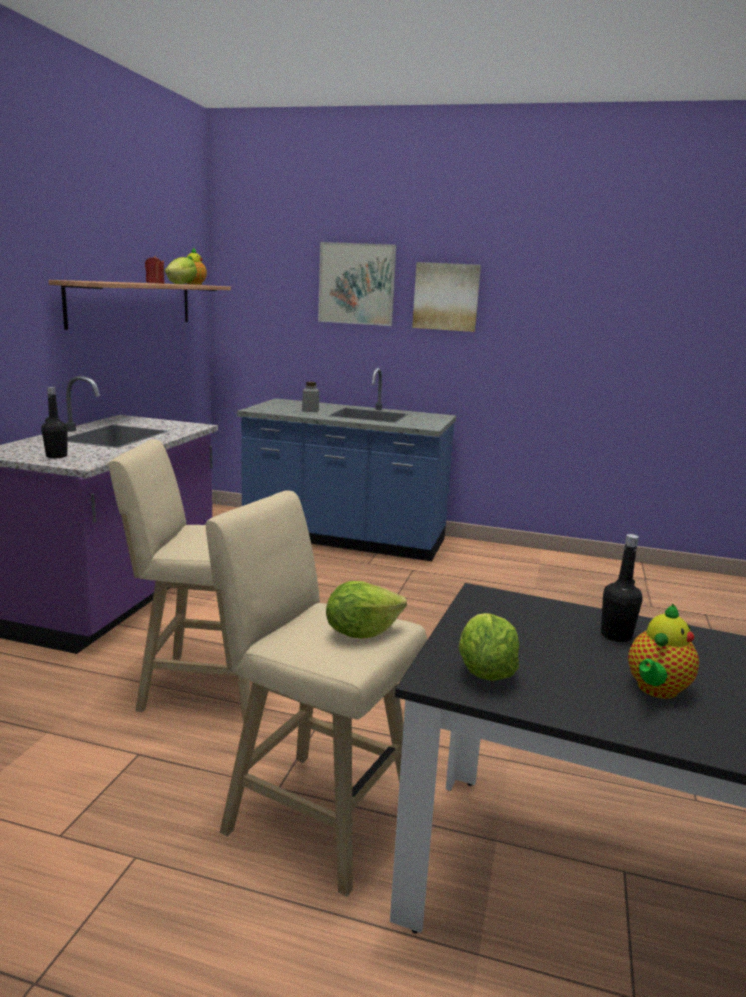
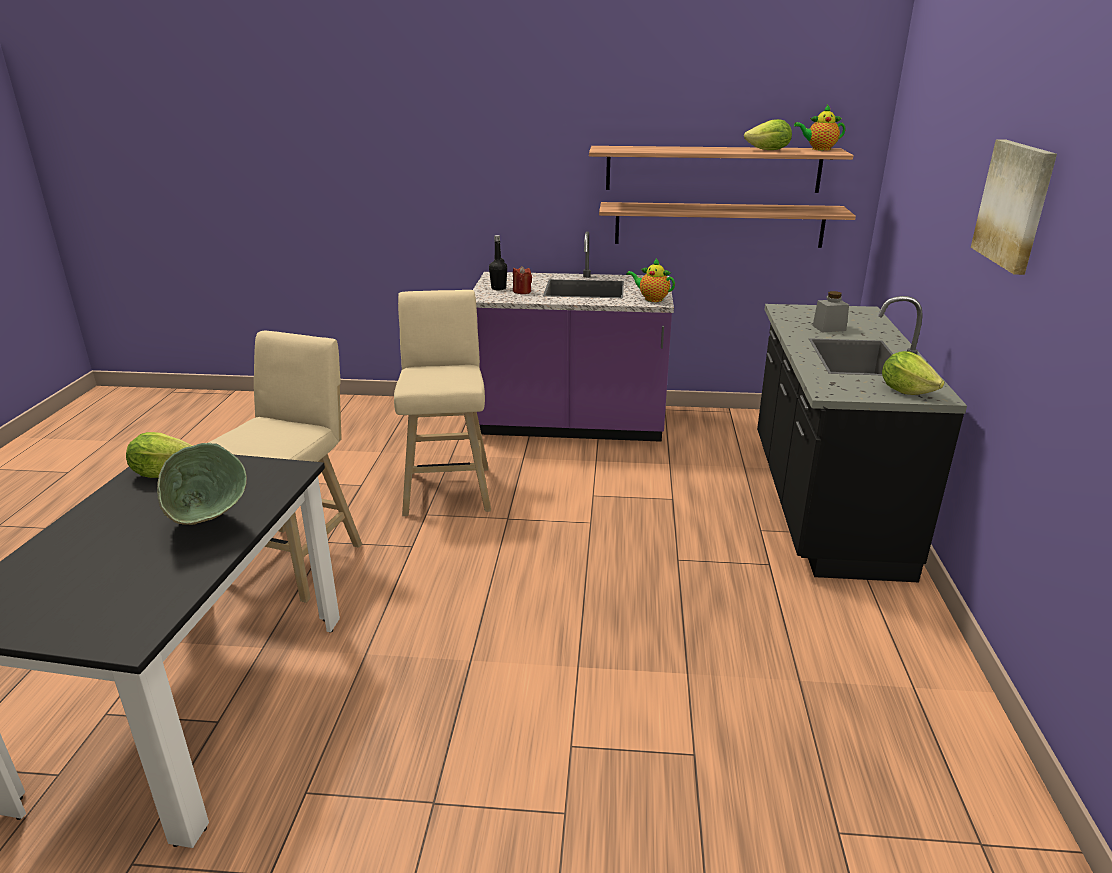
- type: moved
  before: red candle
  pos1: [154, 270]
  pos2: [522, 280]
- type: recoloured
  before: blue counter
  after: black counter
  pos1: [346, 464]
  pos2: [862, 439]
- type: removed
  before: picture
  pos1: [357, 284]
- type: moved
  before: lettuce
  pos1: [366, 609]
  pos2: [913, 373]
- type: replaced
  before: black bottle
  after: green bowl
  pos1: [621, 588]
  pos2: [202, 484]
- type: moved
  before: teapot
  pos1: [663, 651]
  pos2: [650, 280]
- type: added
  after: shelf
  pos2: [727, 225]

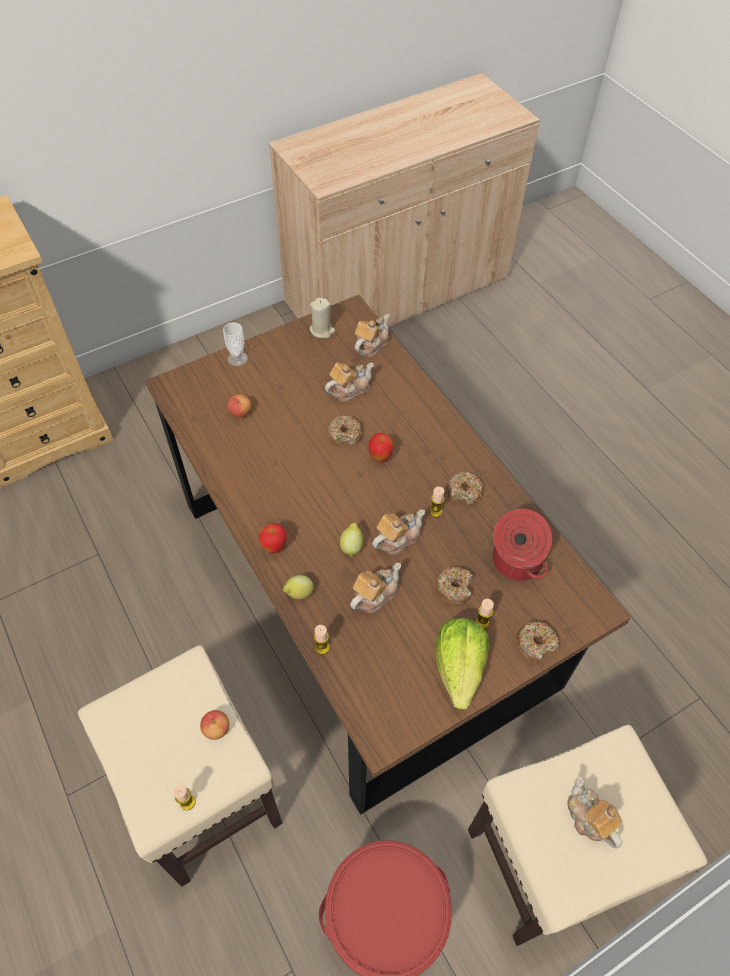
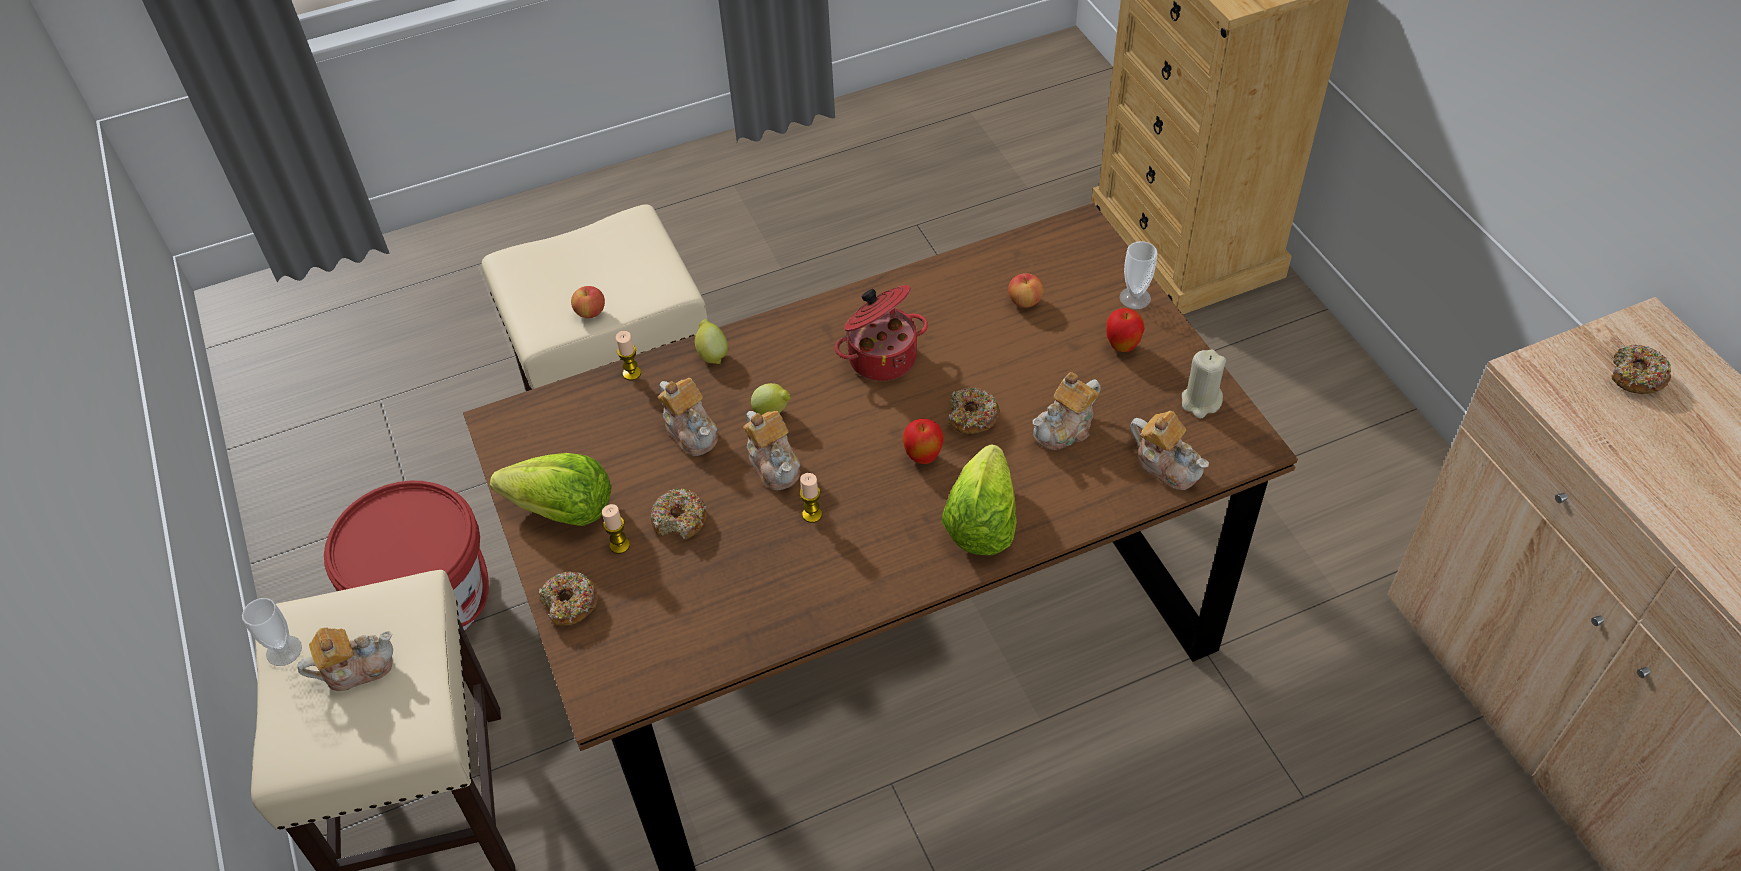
- type: removed
  before: candle
  pos1: [184, 797]
- type: moved
  before: apple
  pos1: [273, 538]
  pos2: [1125, 330]
- type: turned
  before: teapot
  pos1: [349, 382]
  pos2: [1066, 411]
  turn: 75
- type: moved
  before: donut
  pos1: [465, 488]
  pos2: [1641, 369]
- type: moved
  before: cooking pot
  pos1: [522, 545]
  pos2: [881, 333]
- type: added
  after: cup
  pos2: [272, 632]
- type: added
  after: lettuce
  pos2: [979, 499]

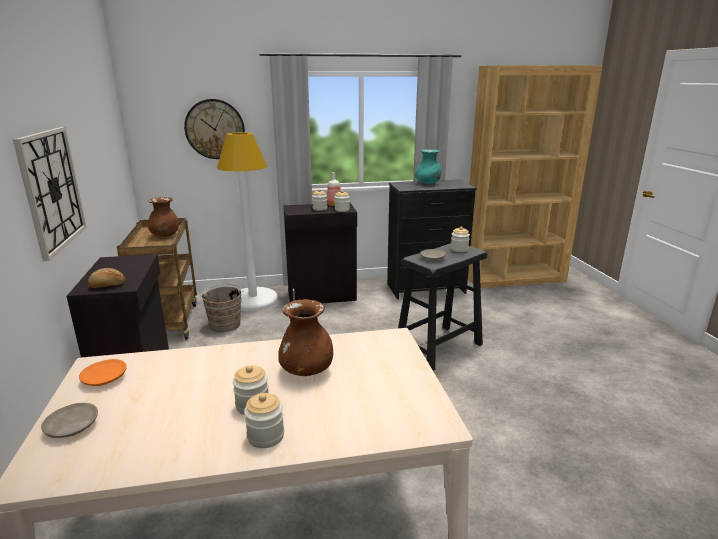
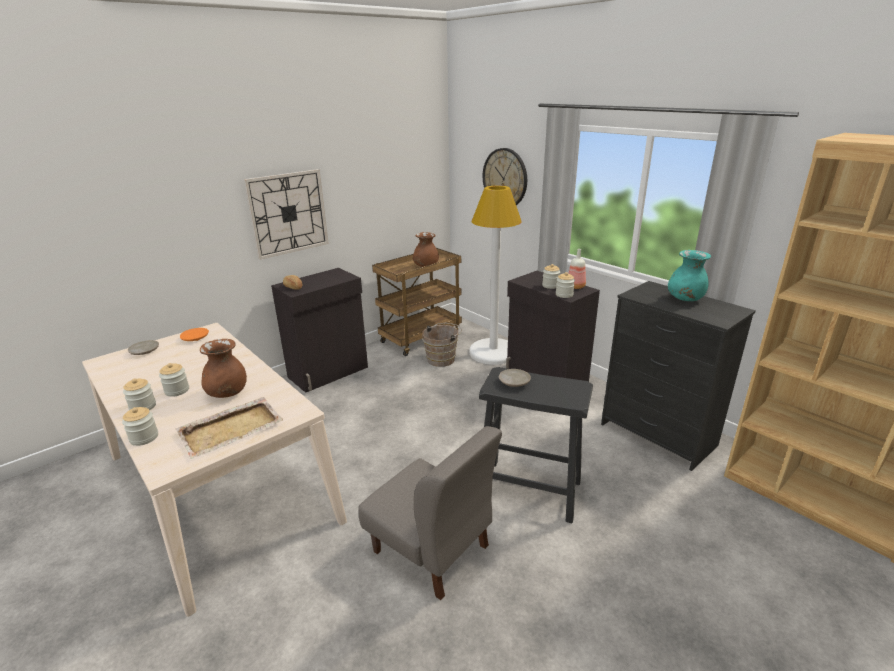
- type: moved
  before: jar
  pos1: [460, 239]
  pos2: [140, 426]
- type: added
  after: beige tray
  pos2: [229, 428]
- type: added
  after: grey chair
  pos2: [430, 513]

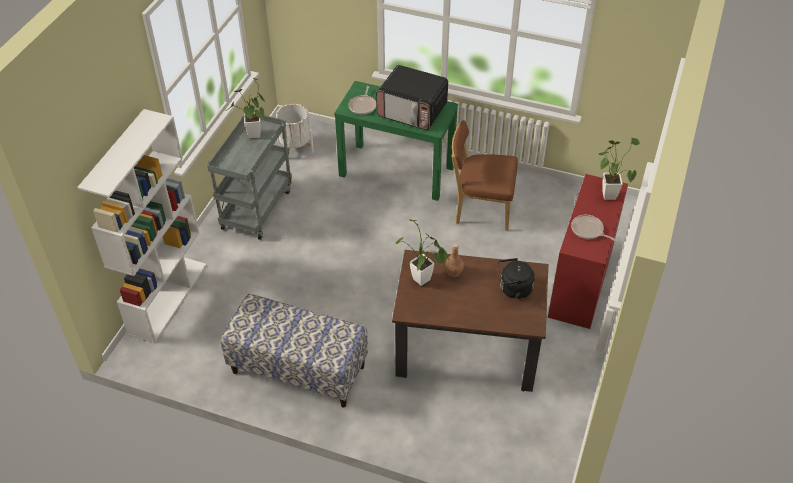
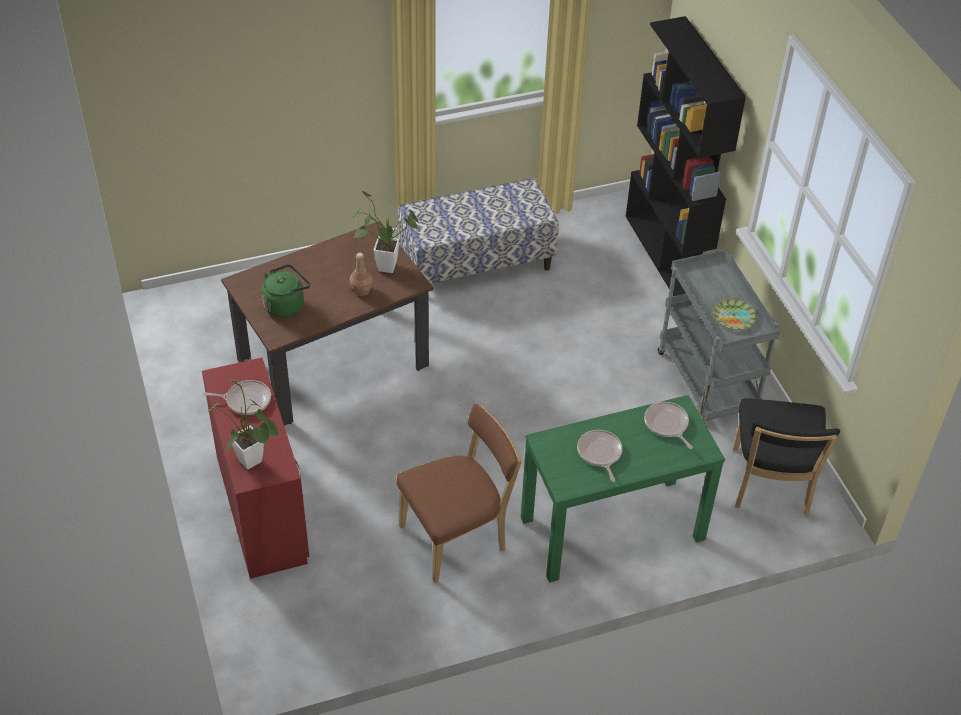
- type: recoloured
  before: white bookcase
  after: black bookcase
  pos1: [142, 226]
  pos2: [686, 156]
- type: replaced
  before: potted plant
  after: plate
  pos1: [245, 108]
  pos2: [735, 314]
- type: replaced
  before: white planter
  after: black chair
  pos1: [295, 128]
  pos2: [786, 456]
- type: replaced
  before: microwave
  after: frying pan
  pos1: [412, 97]
  pos2: [600, 456]
- type: recoloured
  before: black kettle
  after: green kettle
  pos1: [516, 278]
  pos2: [286, 291]

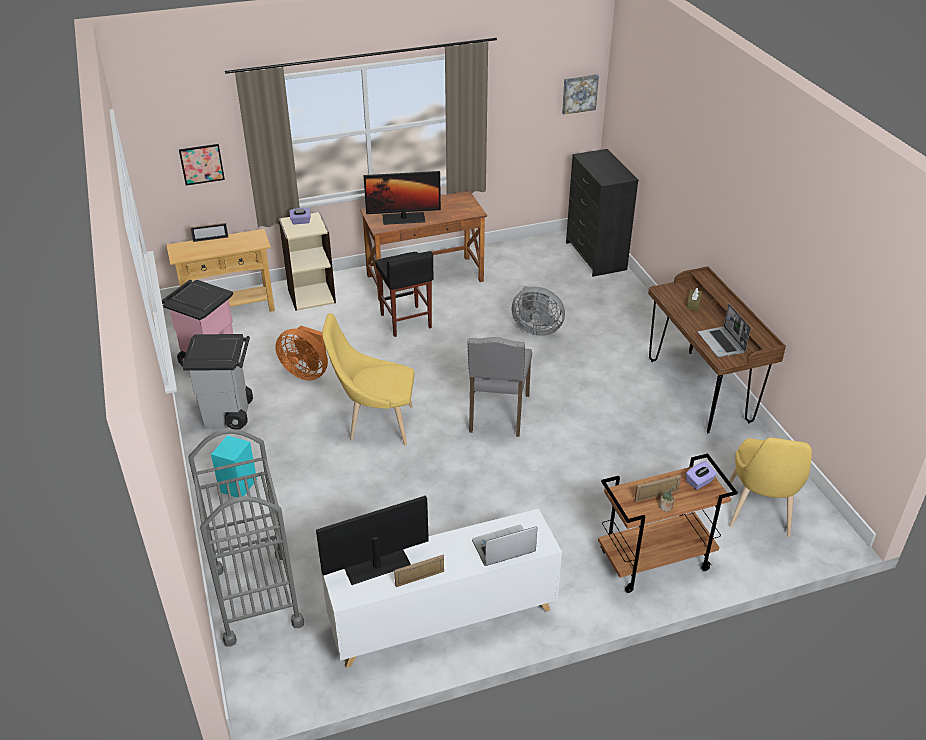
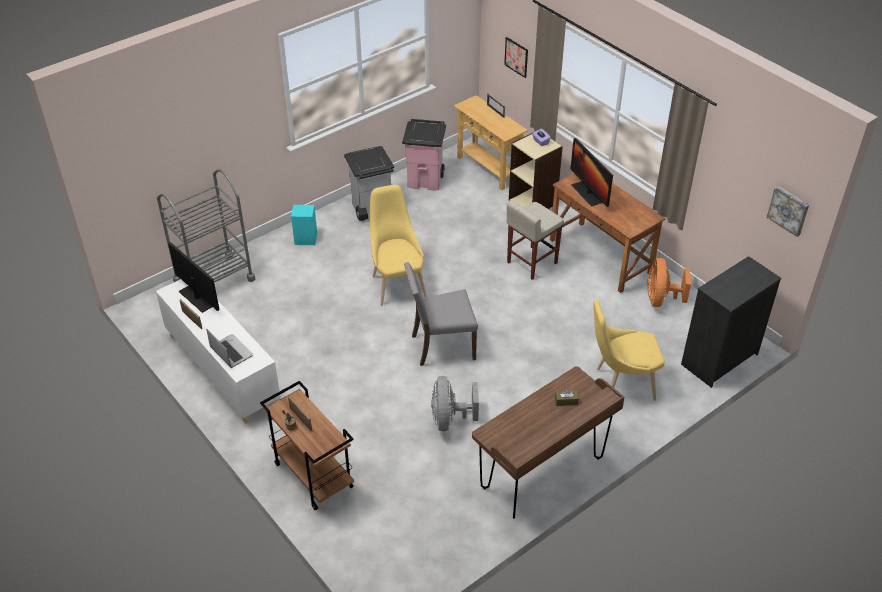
- type: moved
  before: orange fan
  pos1: [301, 353]
  pos2: [669, 282]
- type: recoloured
  before: black stool
  after: beige stool
  pos1: [404, 294]
  pos2: [535, 240]
- type: moved
  before: grey fan
  pos1: [538, 311]
  pos2: [455, 403]
- type: removed
  before: purple tissue box
  pos1: [701, 475]
- type: removed
  before: laptop
  pos1: [724, 330]
- type: moved
  before: yellow chair
  pos1: [770, 487]
  pos2: [629, 350]

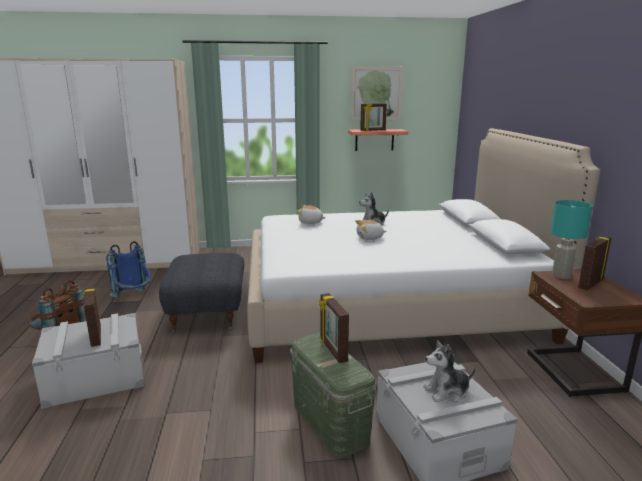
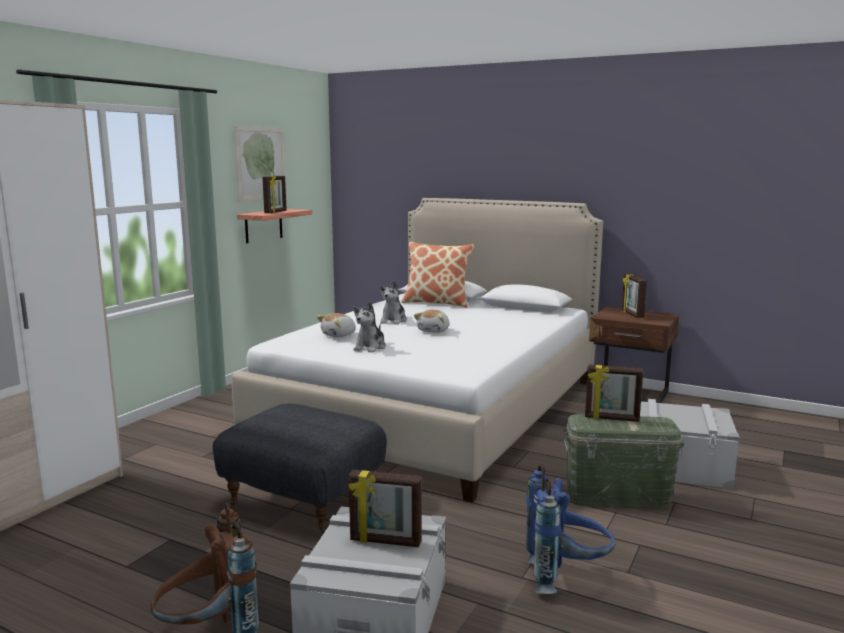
- type: moved
  before: blue backpack
  pos1: [128, 269]
  pos2: [571, 529]
- type: moved
  before: plush toy
  pos1: [450, 371]
  pos2: [369, 327]
- type: removed
  before: turquoise table lamp
  pos1: [572, 239]
- type: added
  after: pillow
  pos2: [438, 275]

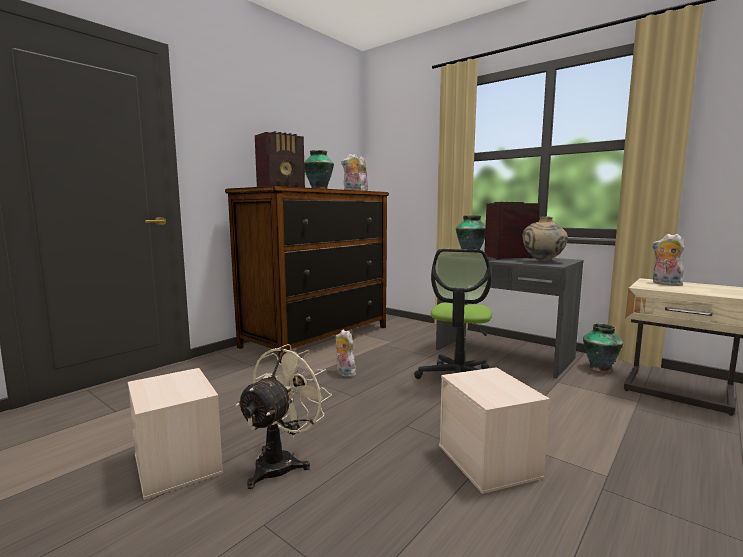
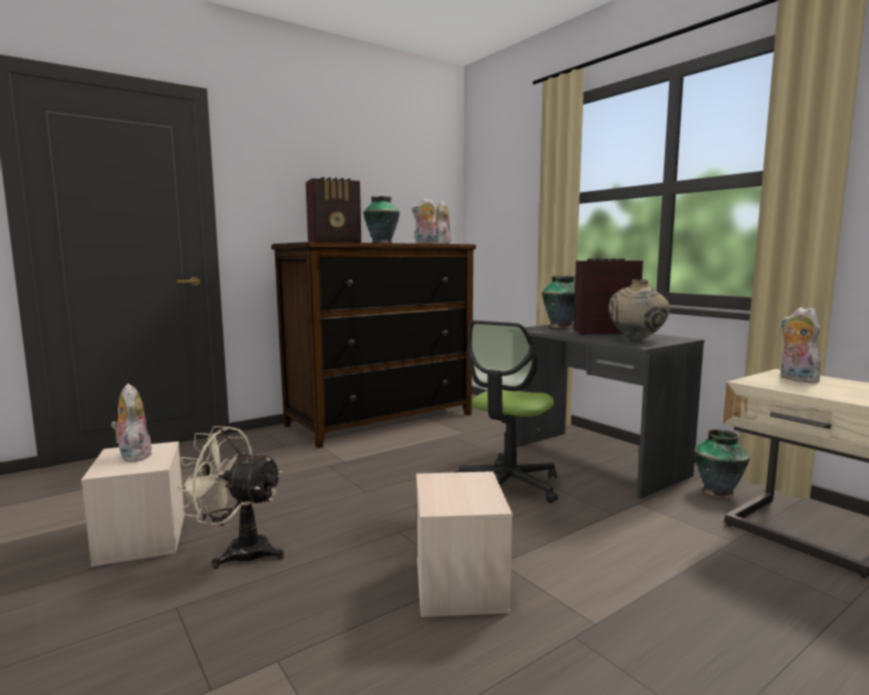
- type: turned
  before: beige fan
  pos1: [284, 416]
  pos2: [228, 497]
  turn: -120
- type: moved
  before: plush toy
  pos1: [347, 353]
  pos2: [132, 422]

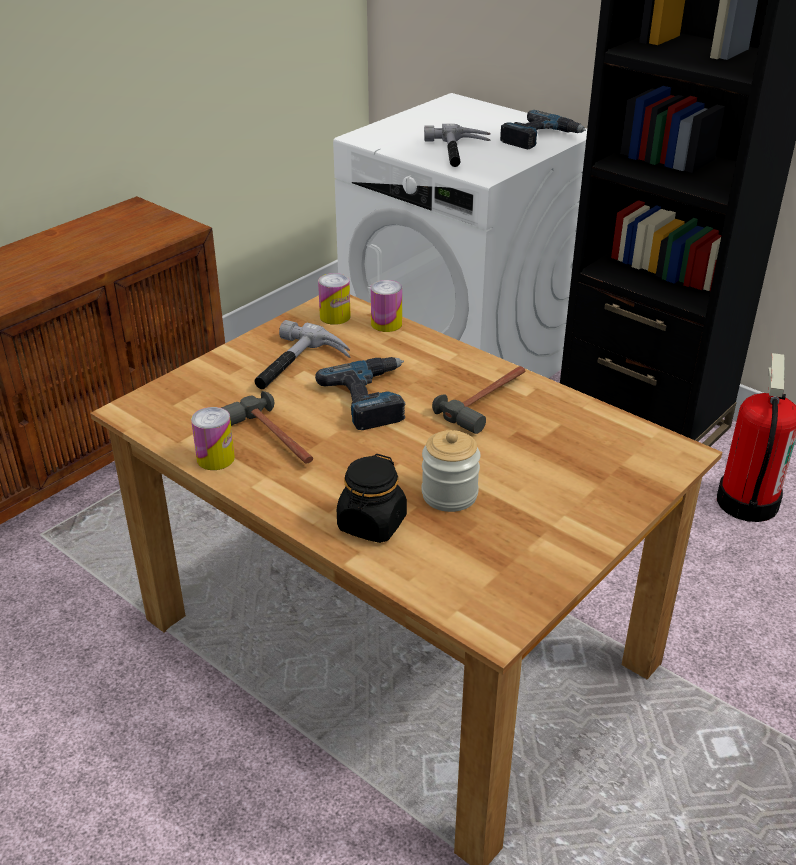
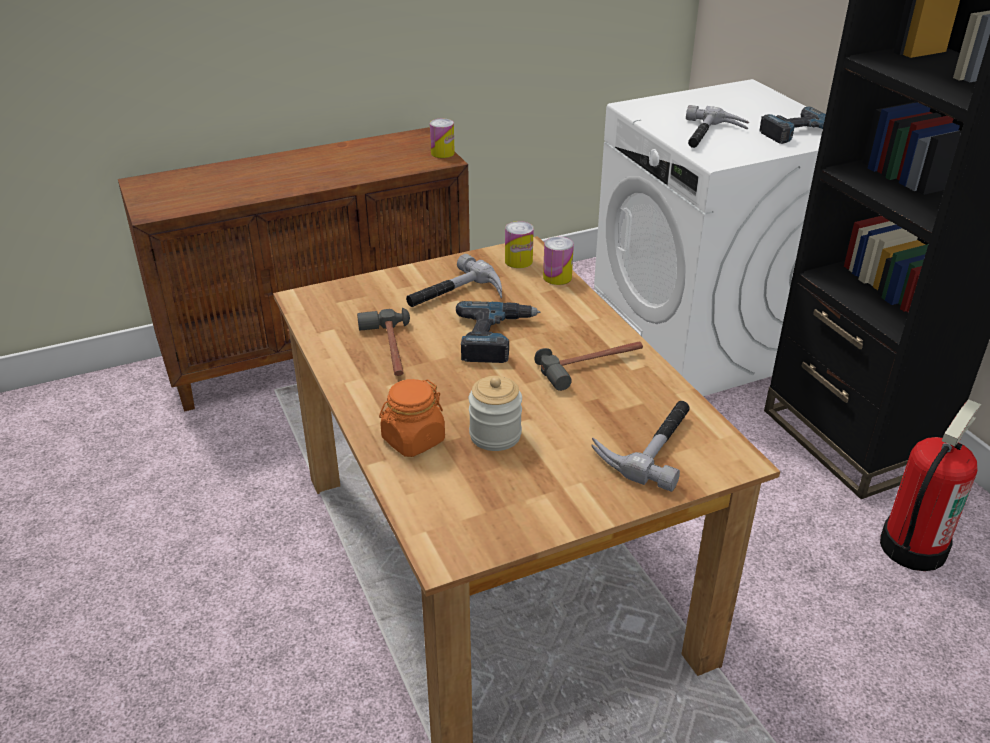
- type: moved
  before: can
  pos1: [213, 438]
  pos2: [442, 138]
- type: recoloured
  before: black jar
  after: orange jar
  pos1: [372, 498]
  pos2: [412, 418]
- type: added
  after: hammer
  pos2: [640, 446]

